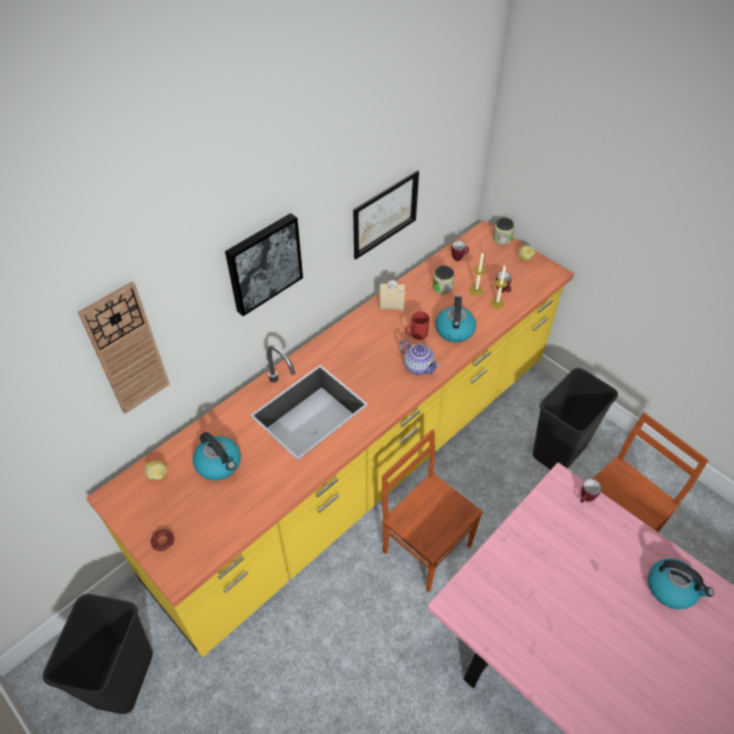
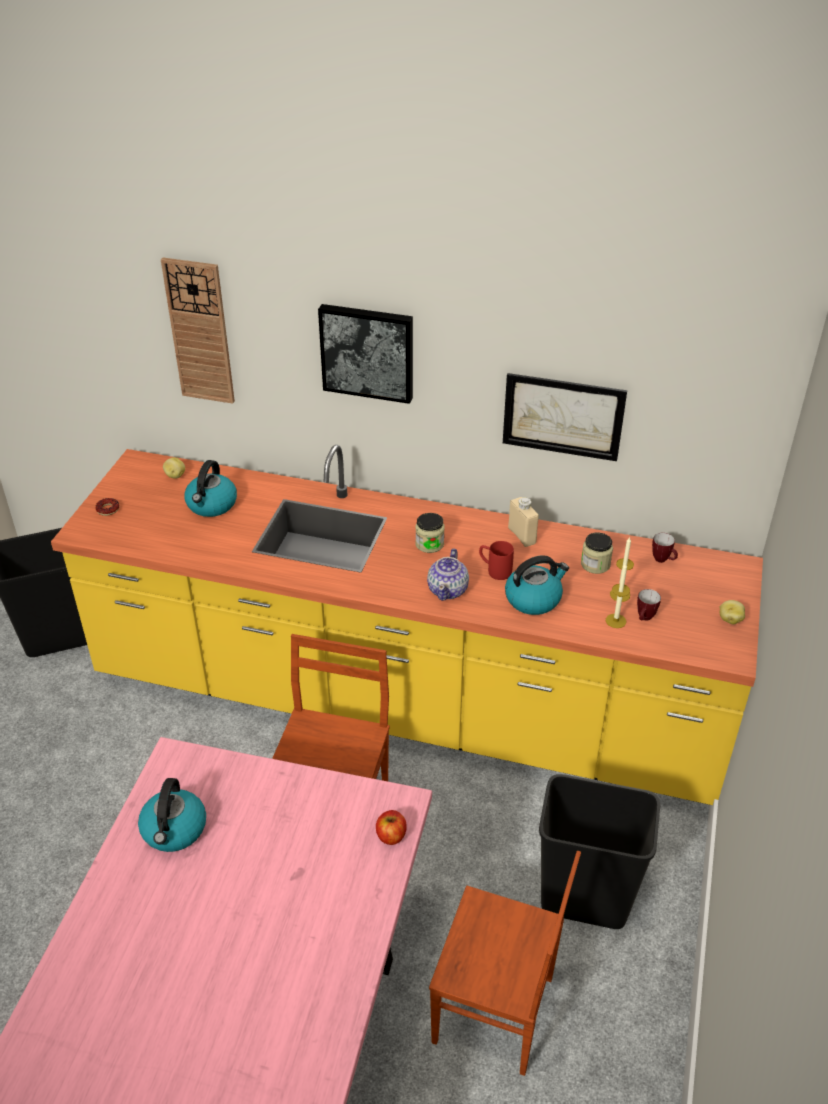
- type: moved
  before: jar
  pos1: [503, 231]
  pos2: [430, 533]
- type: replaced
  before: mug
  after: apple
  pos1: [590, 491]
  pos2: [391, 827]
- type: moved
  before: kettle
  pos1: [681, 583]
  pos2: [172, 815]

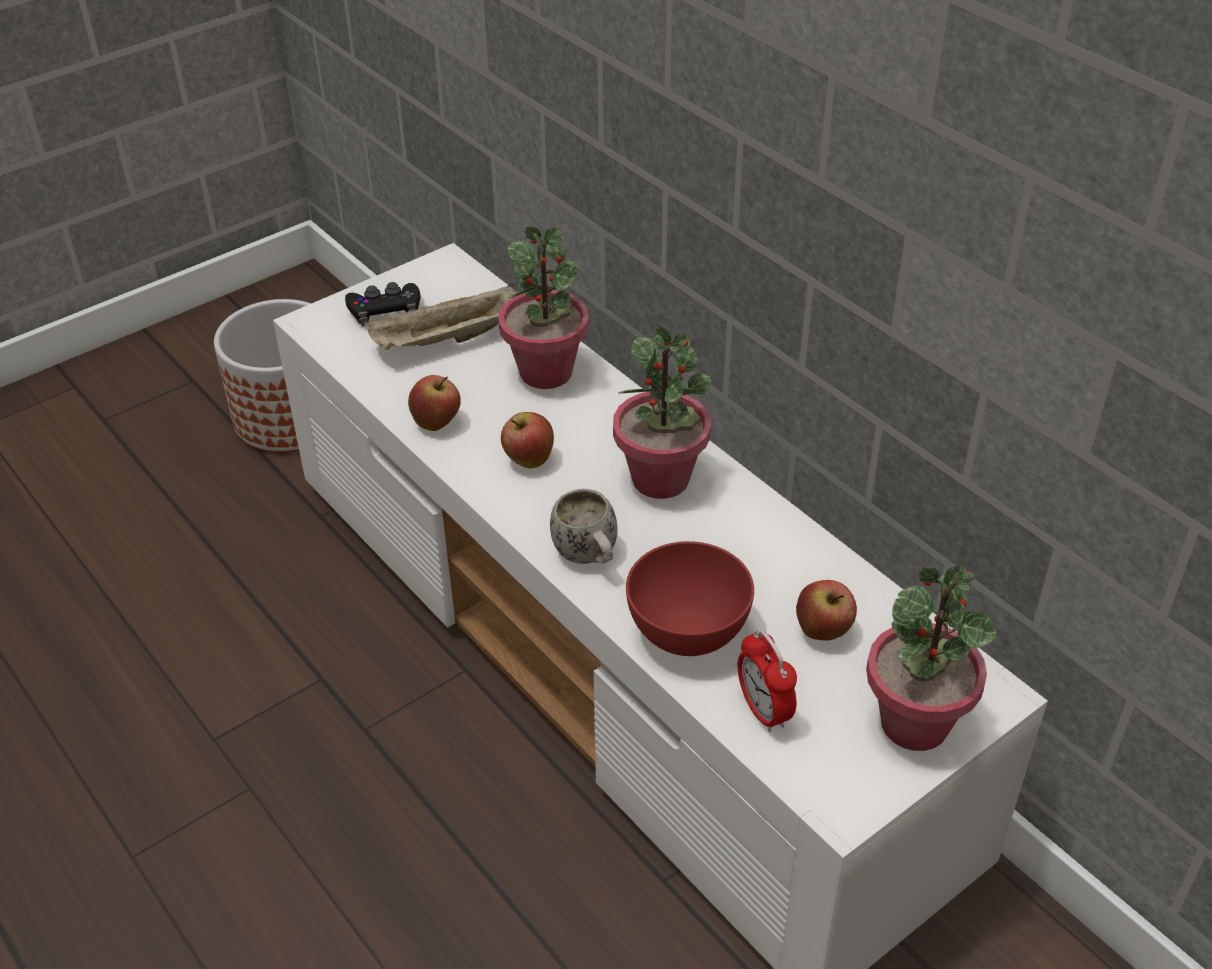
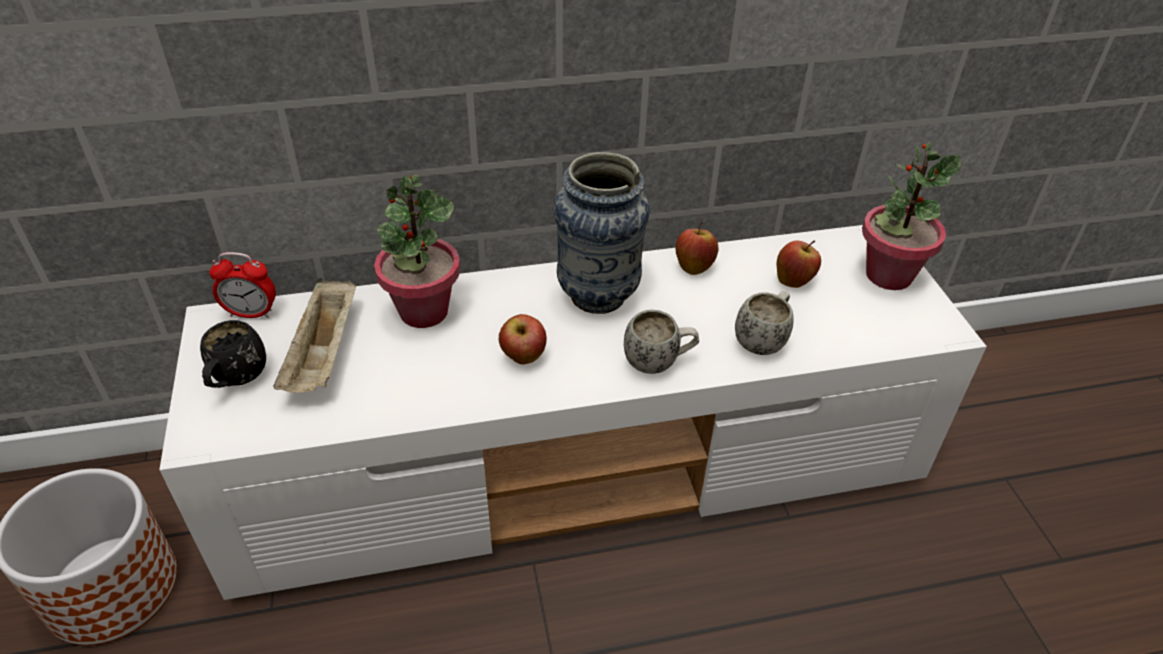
- type: replaced
  before: black game controller
  after: black mug
  pos1: [383, 304]
  pos2: [233, 354]
- type: moved
  before: apple
  pos1: [434, 403]
  pos2: [697, 248]
- type: replaced
  before: potted plant
  after: vase
  pos1: [662, 412]
  pos2: [602, 233]
- type: replaced
  before: red bowl
  after: white mug
  pos1: [690, 598]
  pos2: [764, 323]
- type: moved
  before: alarm clock
  pos1: [767, 681]
  pos2: [242, 285]

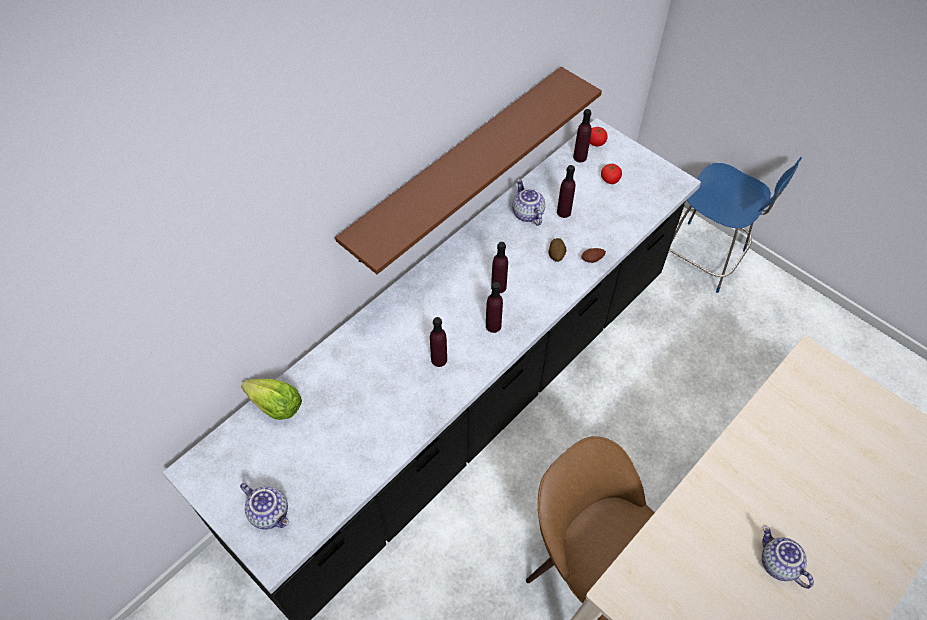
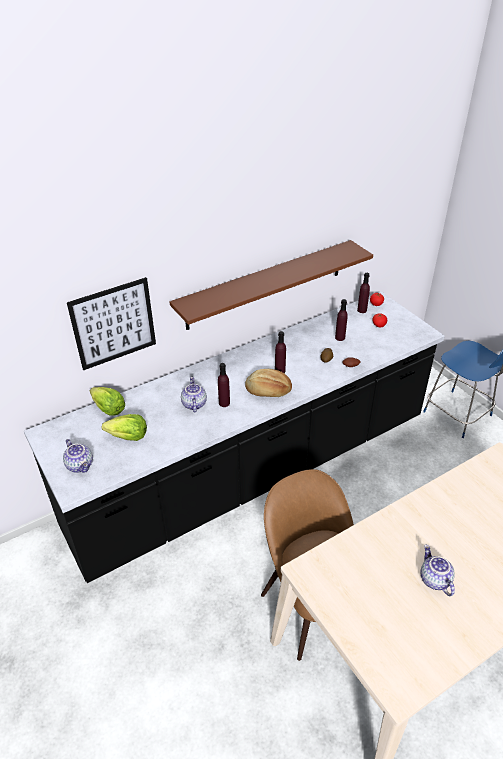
- type: replaced
  before: purple bottle
  after: bread
  pos1: [494, 307]
  pos2: [268, 383]
- type: moved
  before: teapot
  pos1: [528, 202]
  pos2: [194, 395]
- type: added
  after: picture
  pos2: [111, 323]
- type: added
  after: lettuce
  pos2: [124, 427]

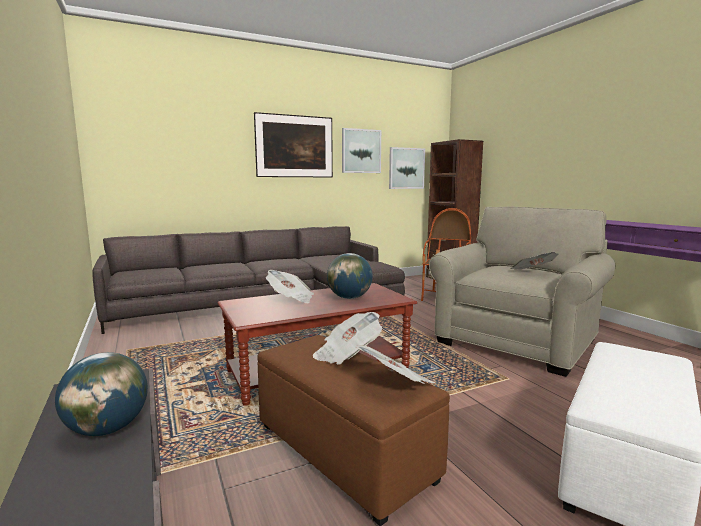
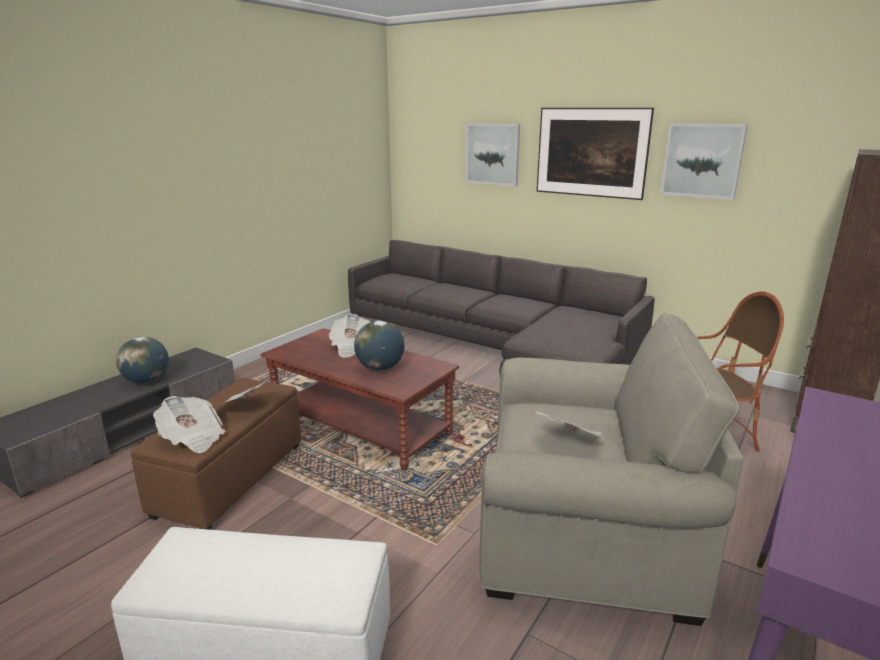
- type: moved
  before: picture
  pos1: [407, 168]
  pos2: [493, 154]

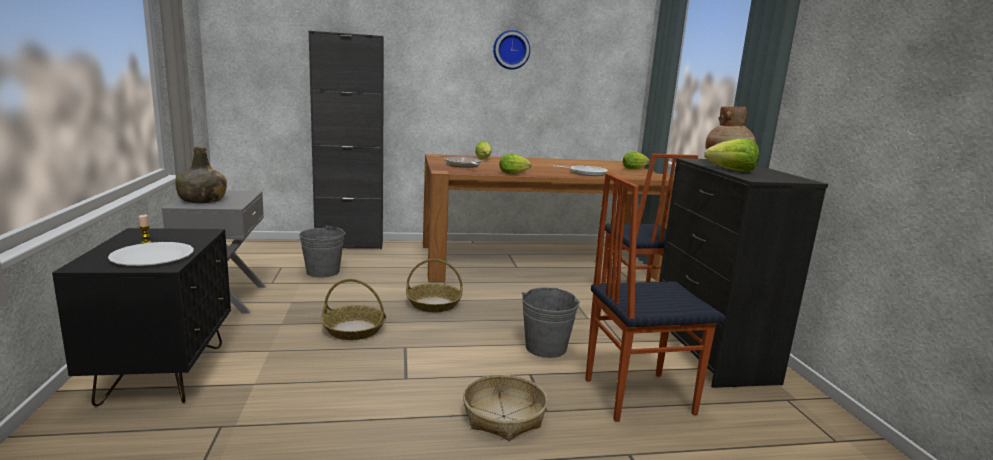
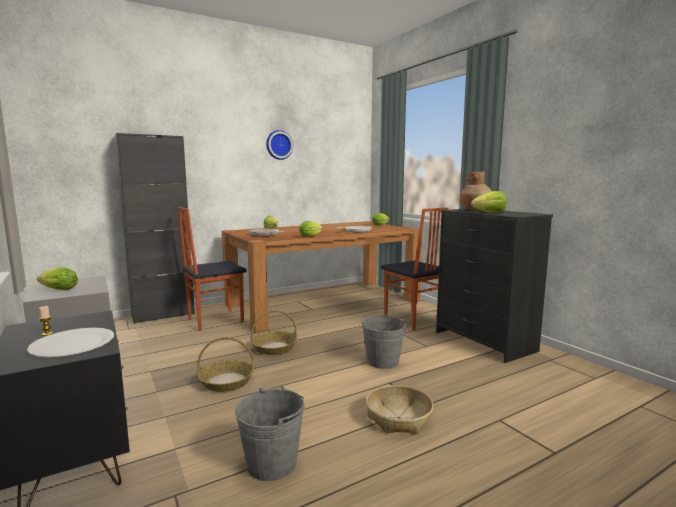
- type: replaced
  before: green bottle
  after: lettuce
  pos1: [201, 175]
  pos2: [57, 278]
- type: moved
  before: grey bucket
  pos1: [322, 251]
  pos2: [270, 434]
- type: moved
  before: chair
  pos1: [655, 297]
  pos2: [212, 269]

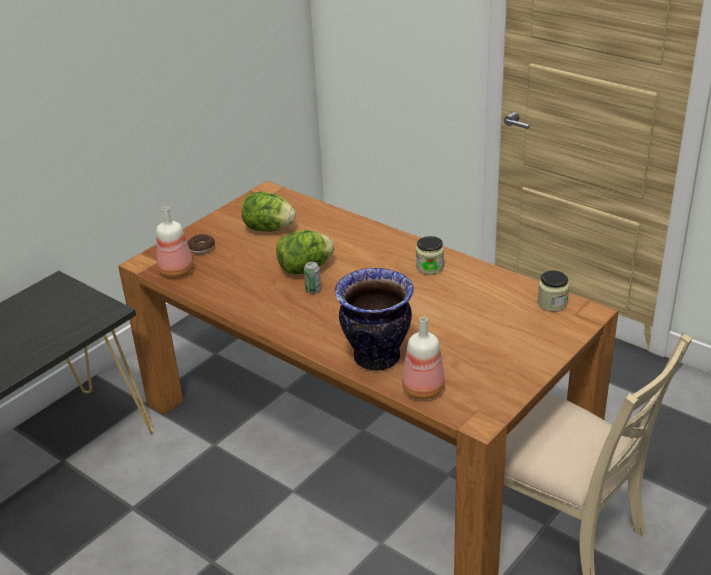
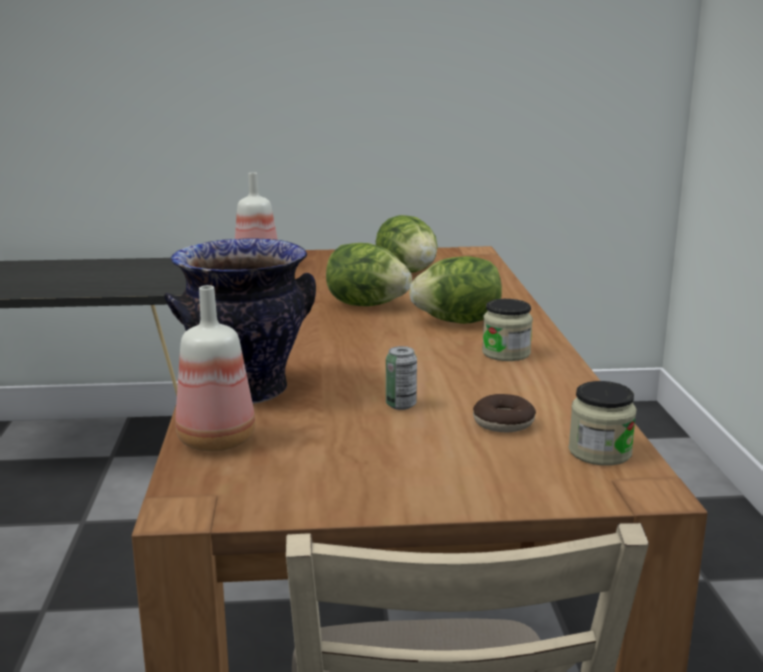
- type: moved
  before: donut
  pos1: [201, 244]
  pos2: [504, 413]
- type: moved
  before: can
  pos1: [312, 278]
  pos2: [401, 378]
- type: added
  after: lettuce
  pos2: [455, 290]

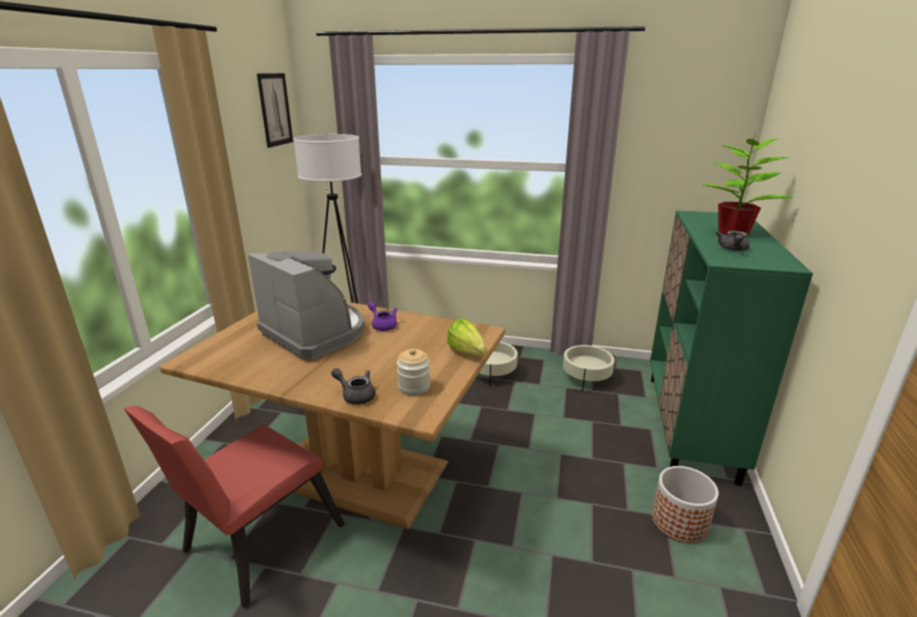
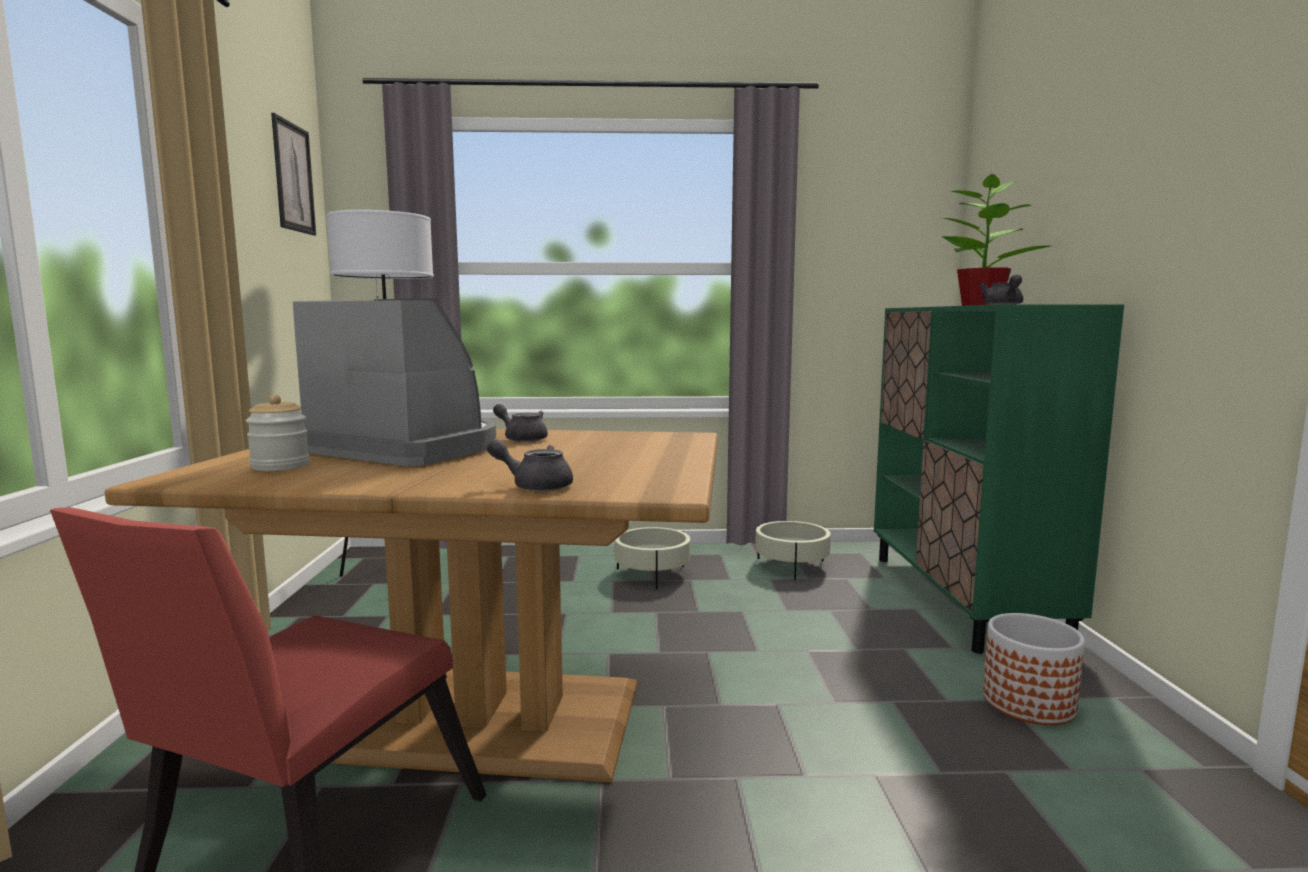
- type: recoloured
  before: purple teapot
  after: grey teapot
  pos1: [382, 316]
  pos2: [520, 423]
- type: moved
  before: jar
  pos1: [413, 371]
  pos2: [277, 432]
- type: removed
  before: lettuce
  pos1: [466, 337]

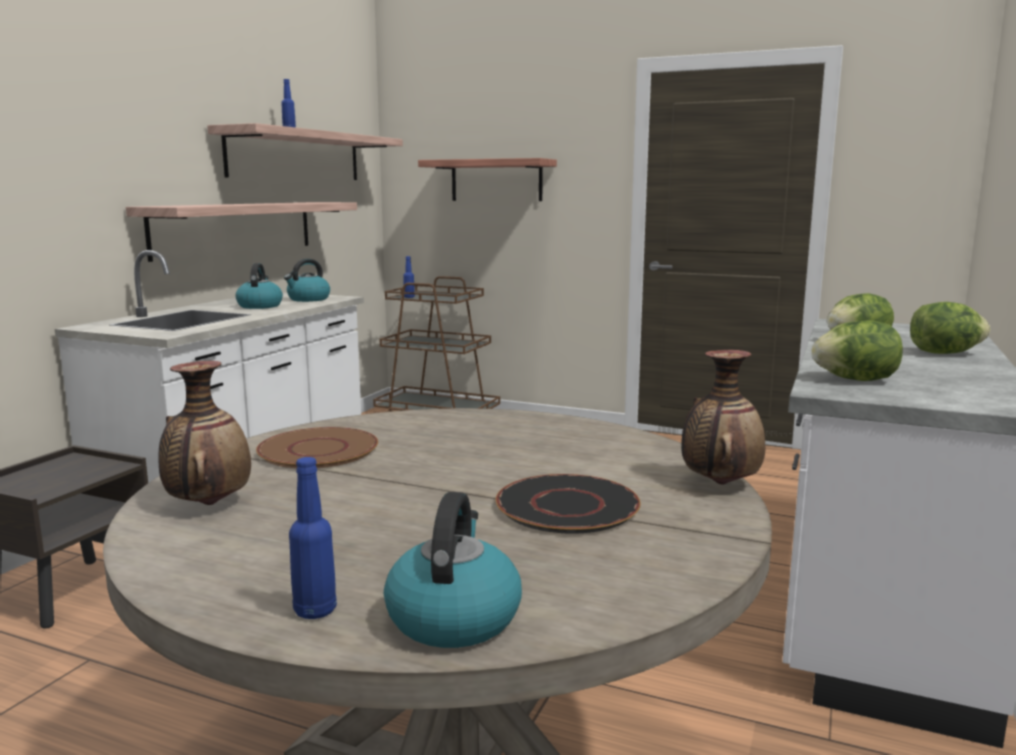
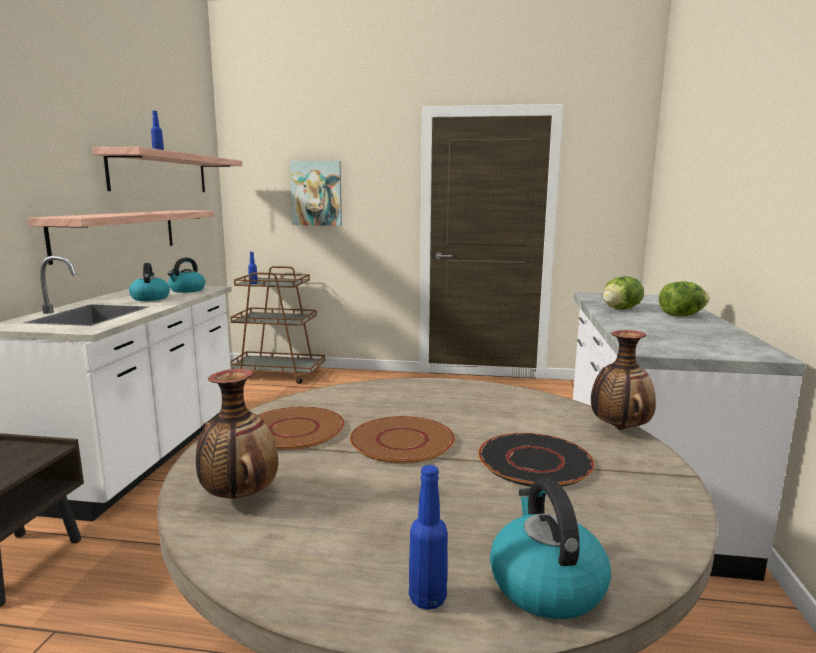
- type: replaced
  before: shelf
  after: picture
  pos1: [487, 179]
  pos2: [316, 193]
- type: removed
  before: lettuce
  pos1: [857, 351]
- type: added
  after: brown plate
  pos2: [402, 440]

